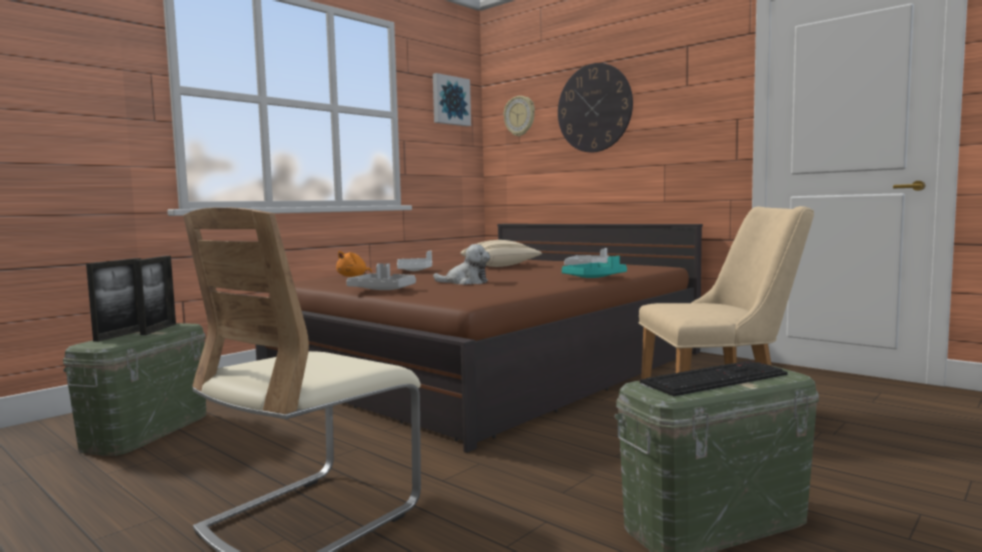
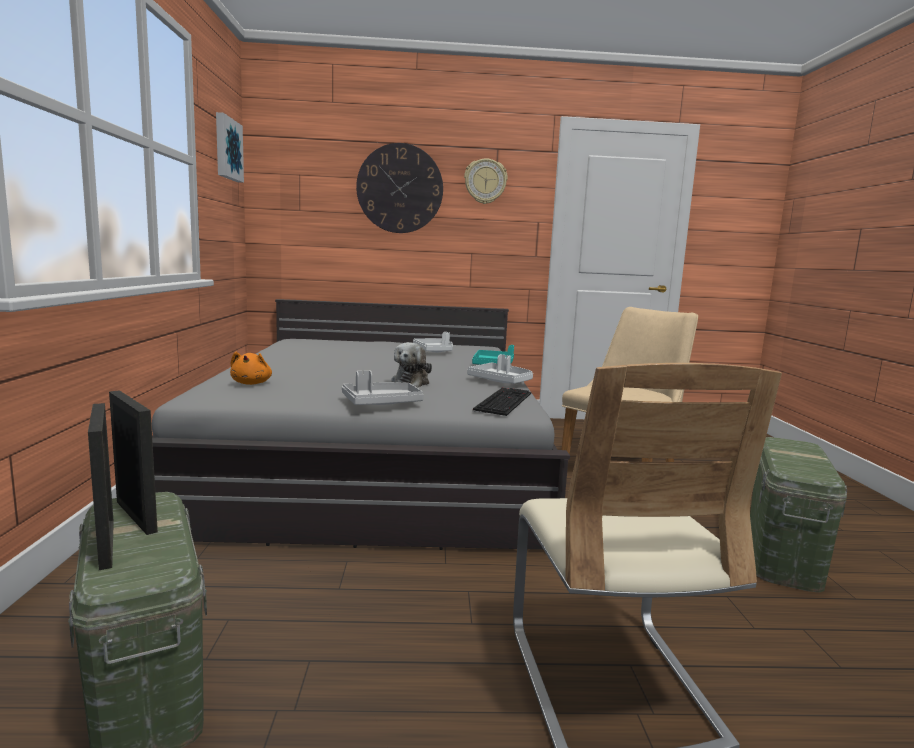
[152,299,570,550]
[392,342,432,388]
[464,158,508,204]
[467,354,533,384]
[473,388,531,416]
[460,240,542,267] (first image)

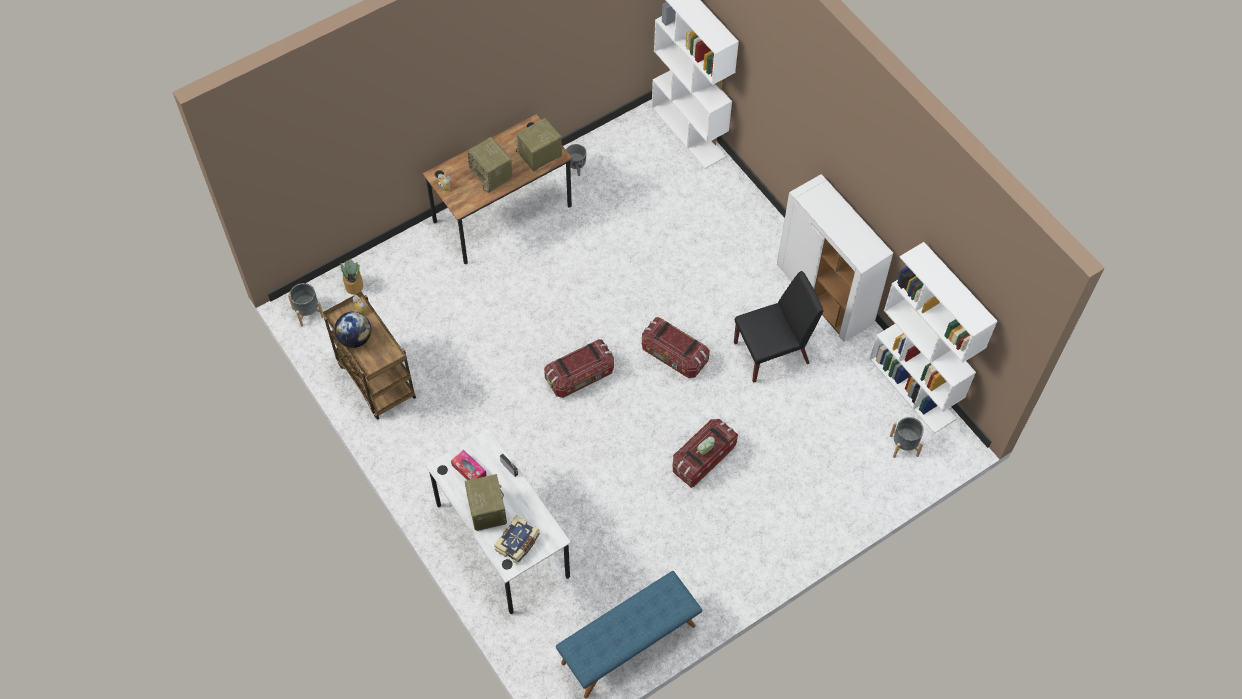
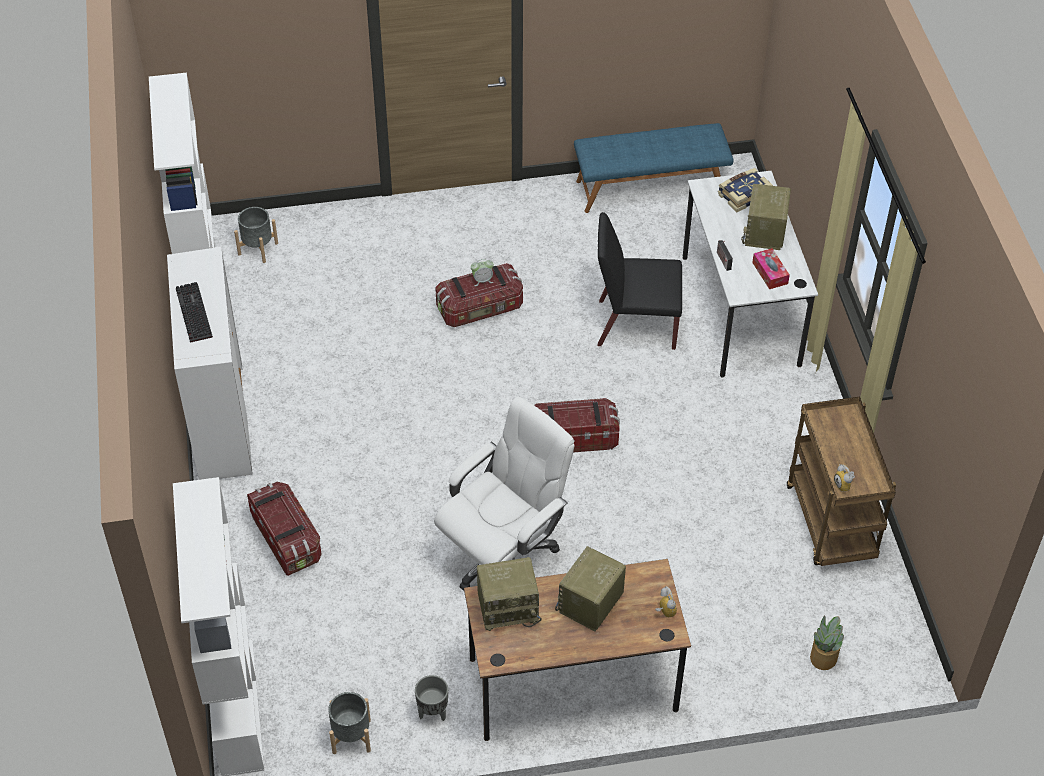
[176,282,213,343]
[247,482,322,576]
[328,692,371,754]
[434,396,575,591]
[555,546,626,631]
[598,212,682,350]
[335,312,371,348] (first image)

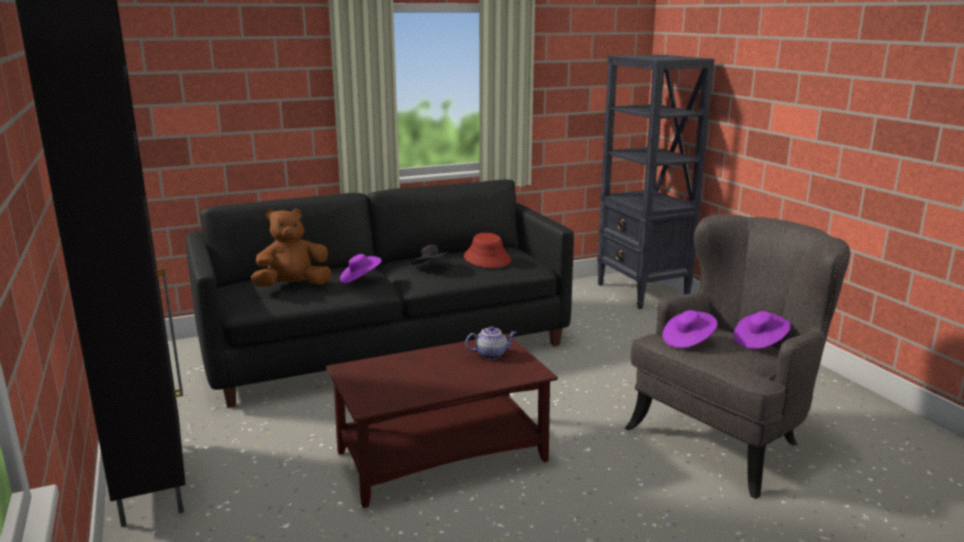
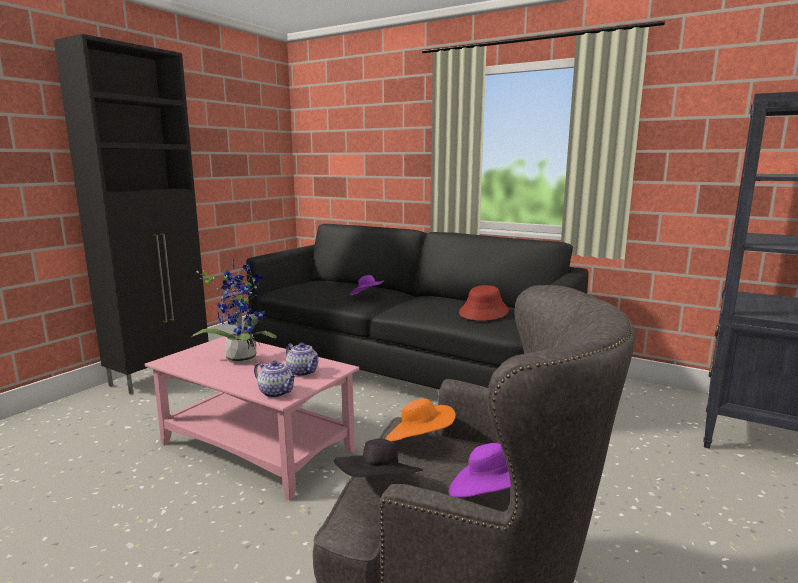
[145,336,359,501]
[190,259,277,364]
[254,361,297,398]
[334,438,423,477]
[385,398,456,441]
[251,209,332,287] (first image)

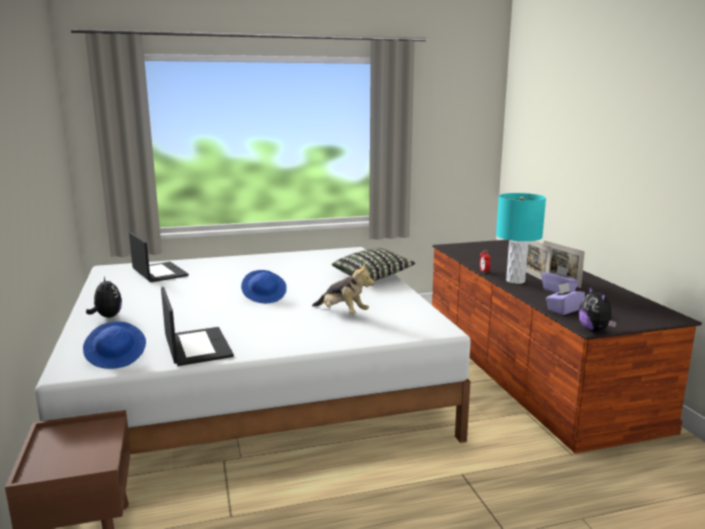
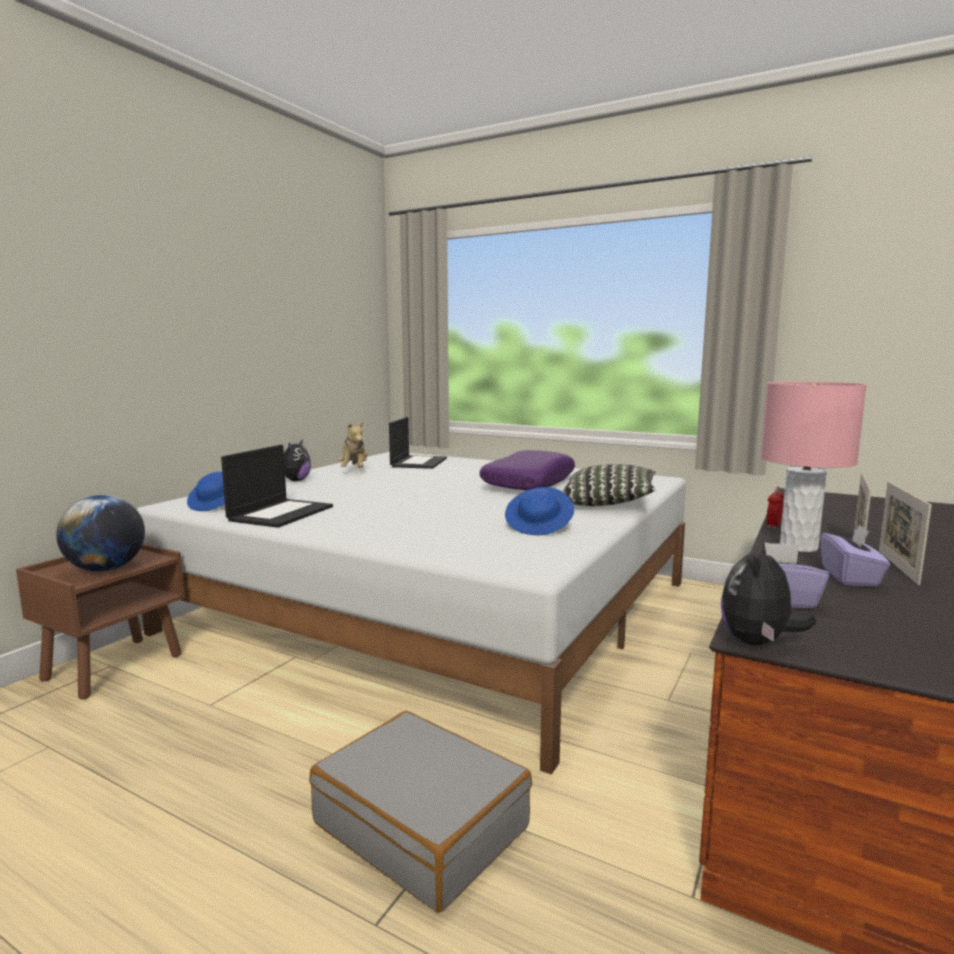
[56,495,145,572]
[309,711,532,912]
[338,421,367,468]
[479,450,575,490]
[505,487,574,535]
[761,382,867,552]

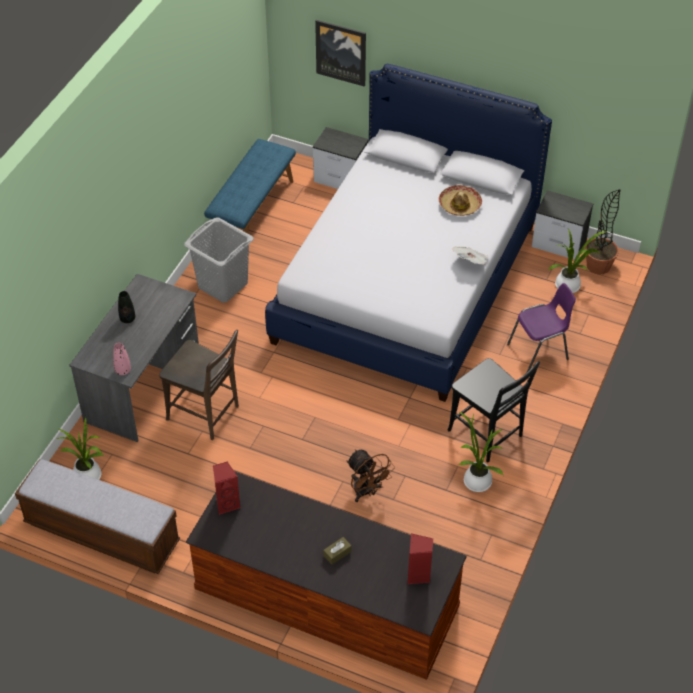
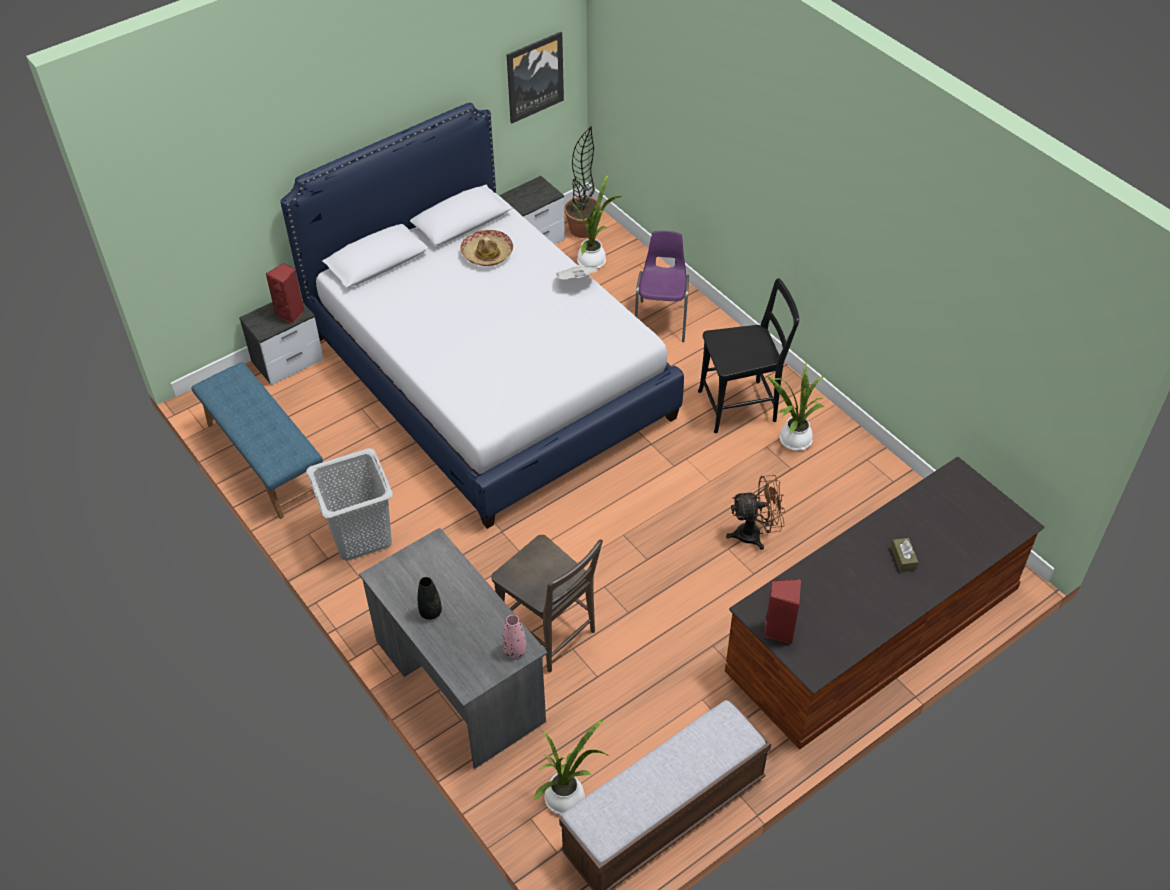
[266,263,305,324]
[491,535,603,672]
[506,32,564,123]

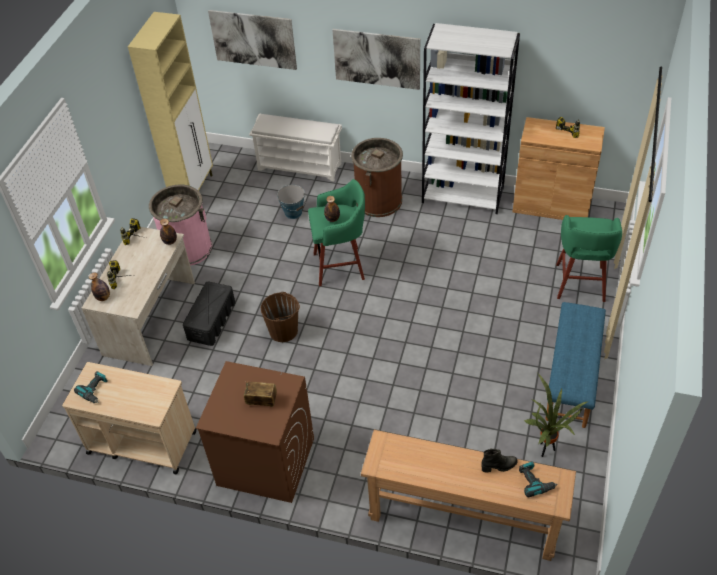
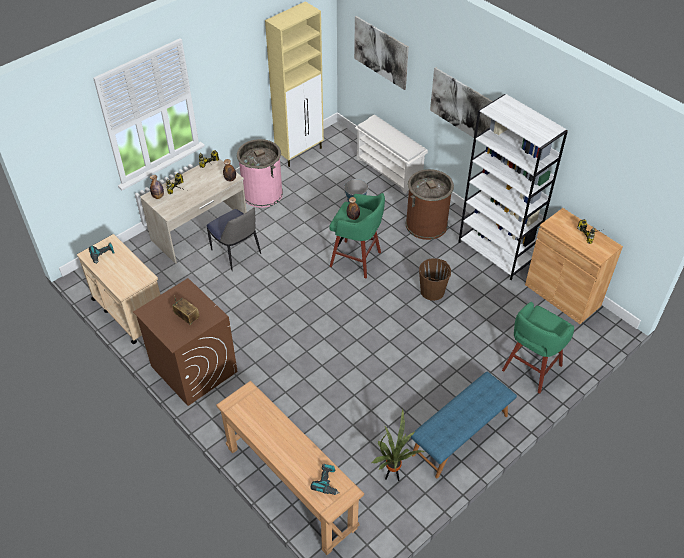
[206,207,261,271]
[419,258,451,301]
[481,449,518,473] (first image)

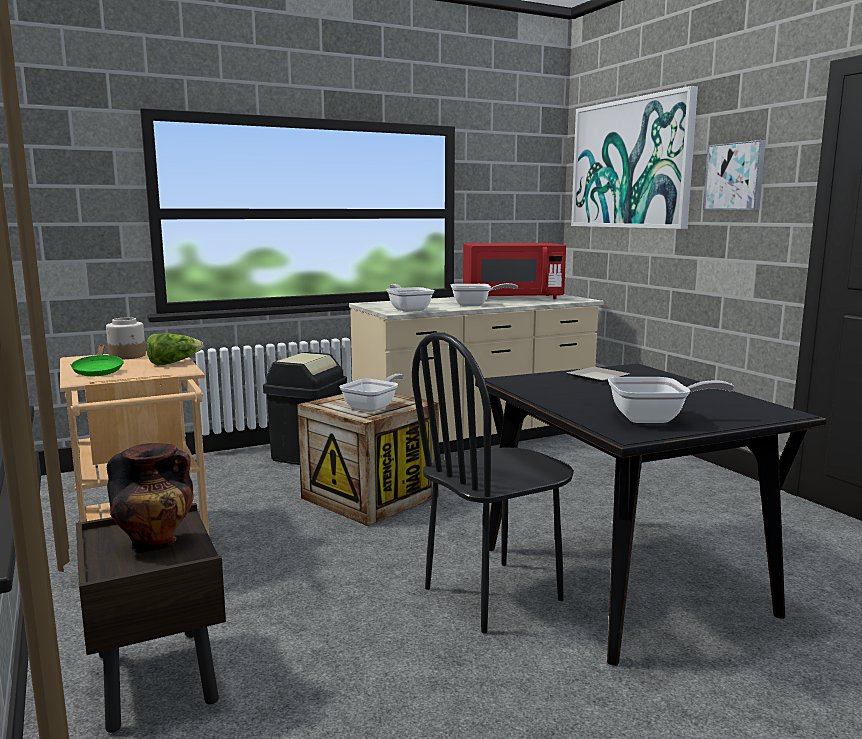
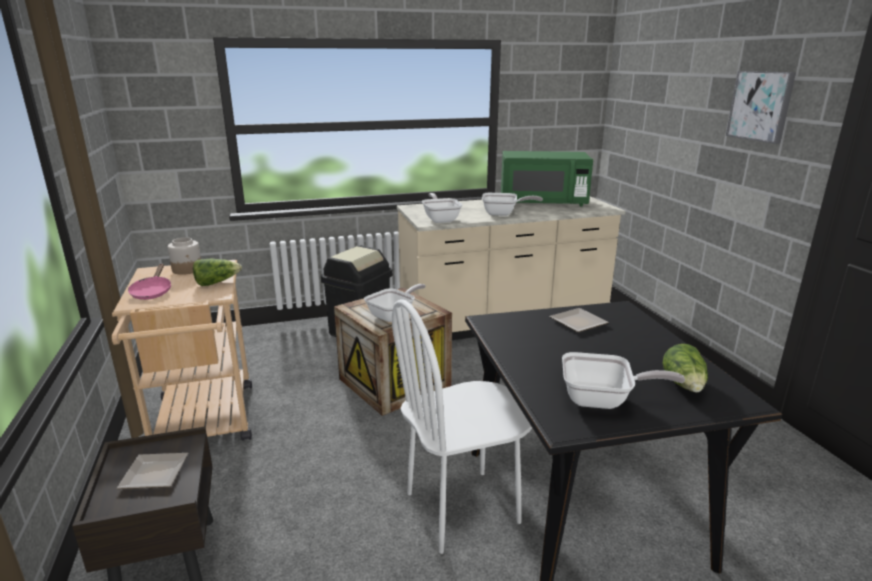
[117,453,188,489]
[128,263,171,300]
[392,299,532,554]
[501,151,593,206]
[663,344,708,392]
[571,86,698,229] (first image)

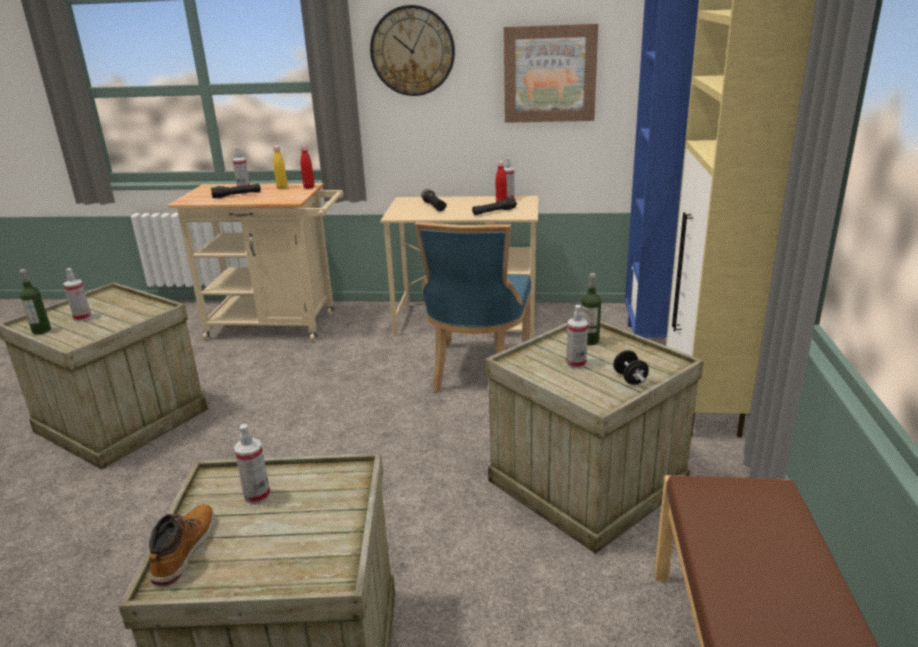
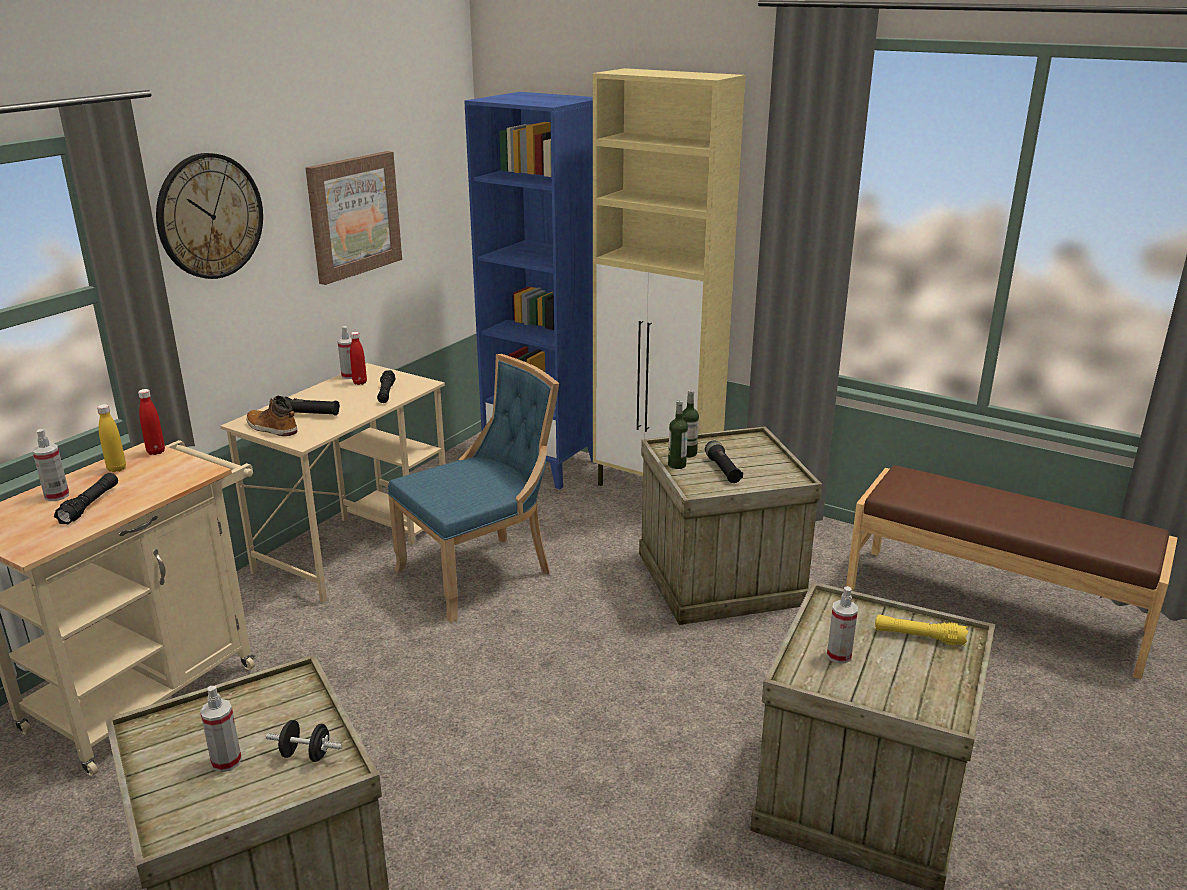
[246,396,297,436]
[266,720,342,762]
[388,354,559,622]
[668,400,688,469]
[705,440,743,483]
[875,615,968,646]

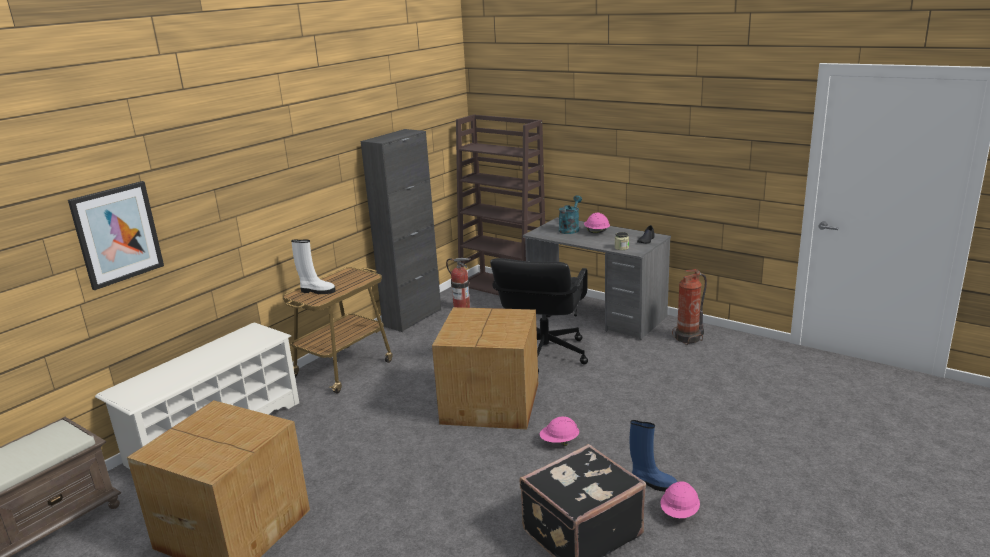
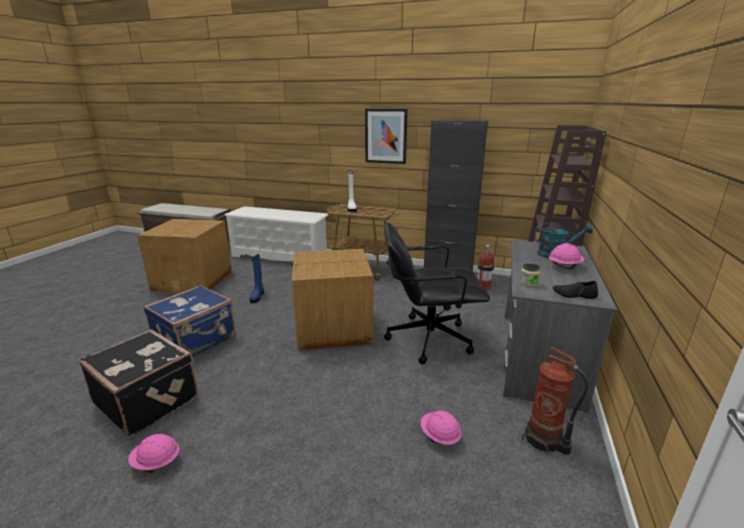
[143,285,236,357]
[249,254,264,303]
[365,109,408,164]
[421,410,461,445]

